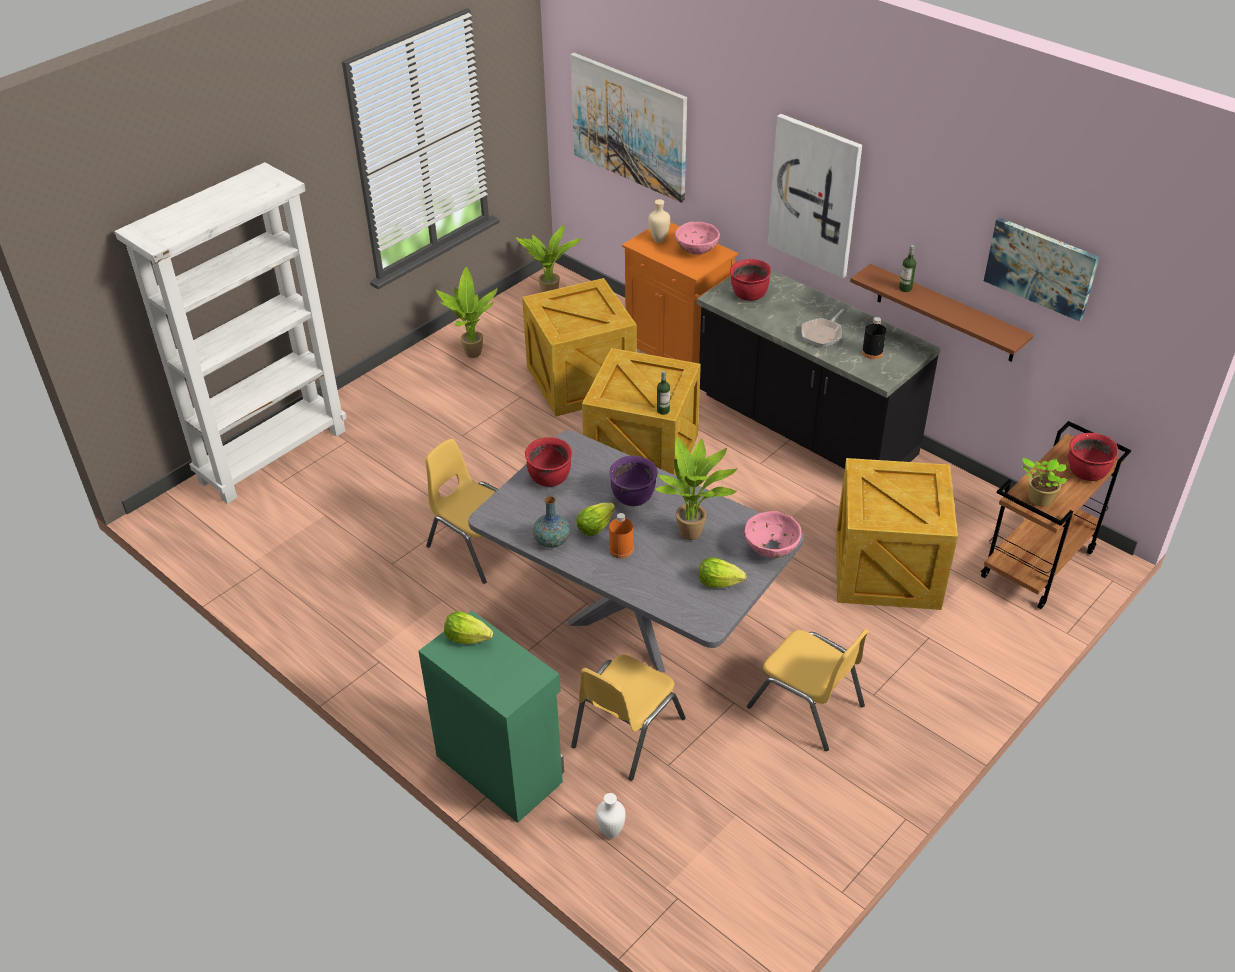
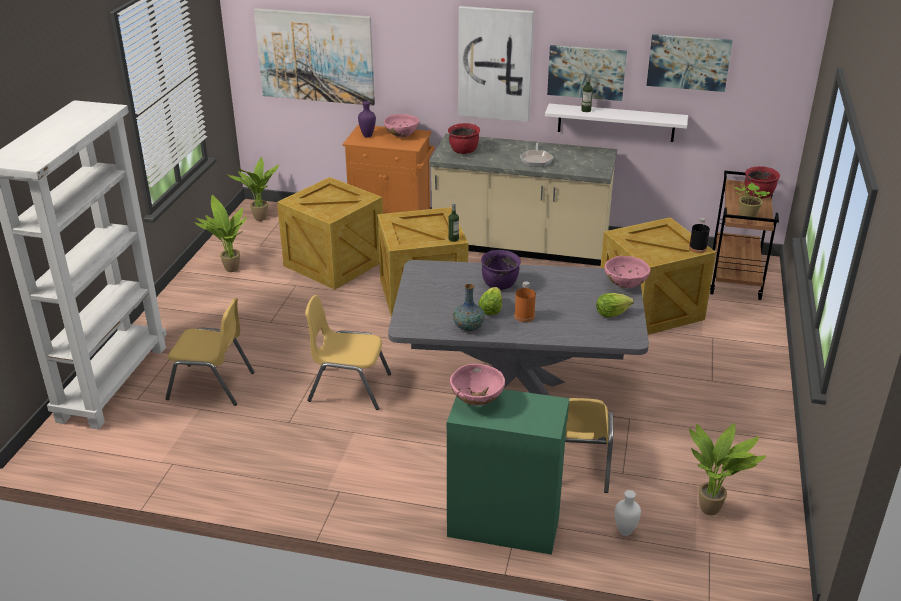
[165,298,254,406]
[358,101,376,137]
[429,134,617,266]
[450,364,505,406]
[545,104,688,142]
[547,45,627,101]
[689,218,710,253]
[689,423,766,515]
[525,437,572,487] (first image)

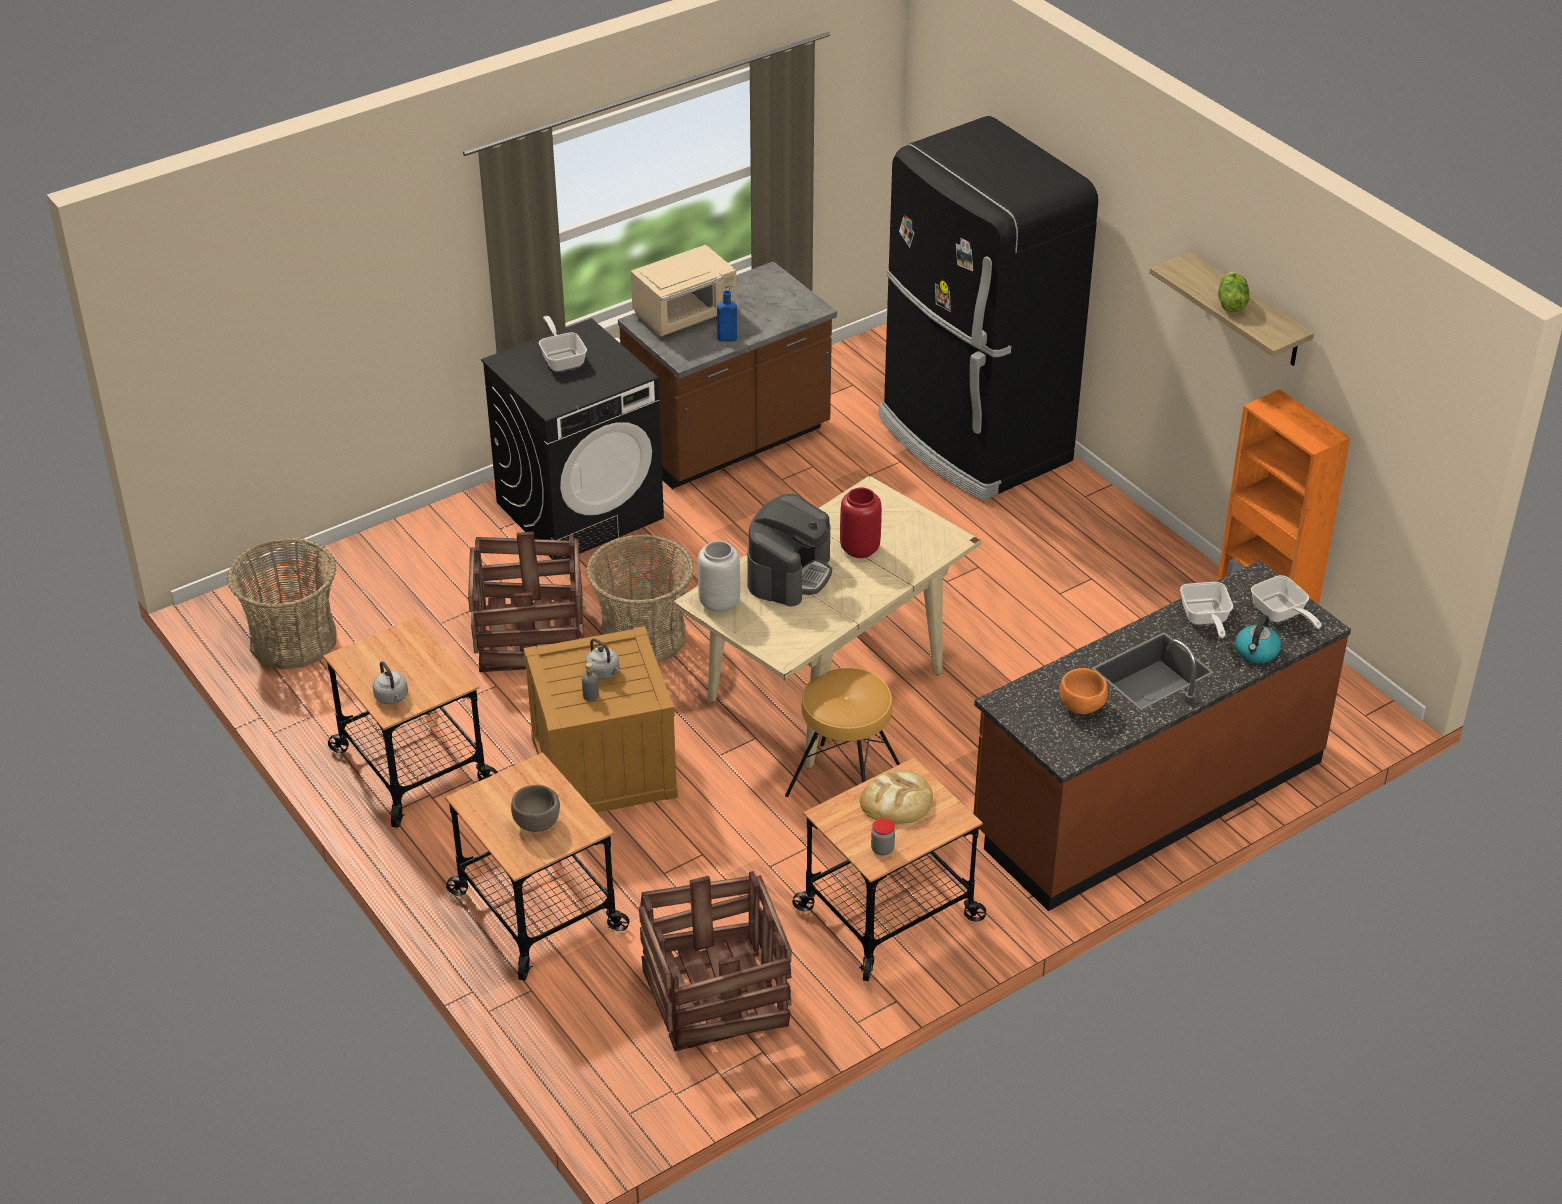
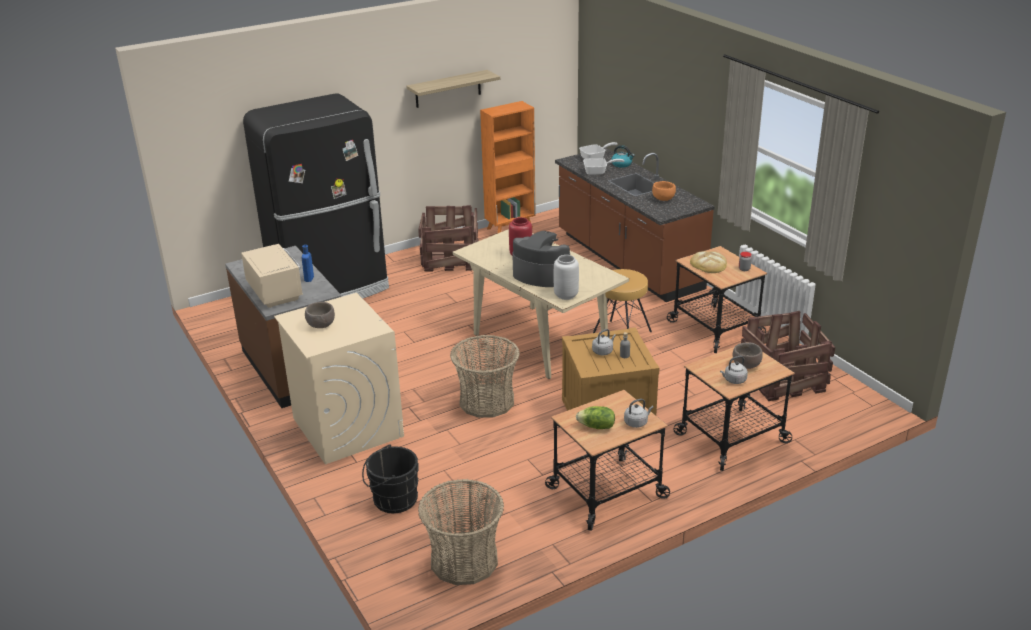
[274,293,404,465]
[305,302,335,328]
[362,444,419,513]
[418,205,478,272]
[576,406,615,429]
[720,356,748,384]

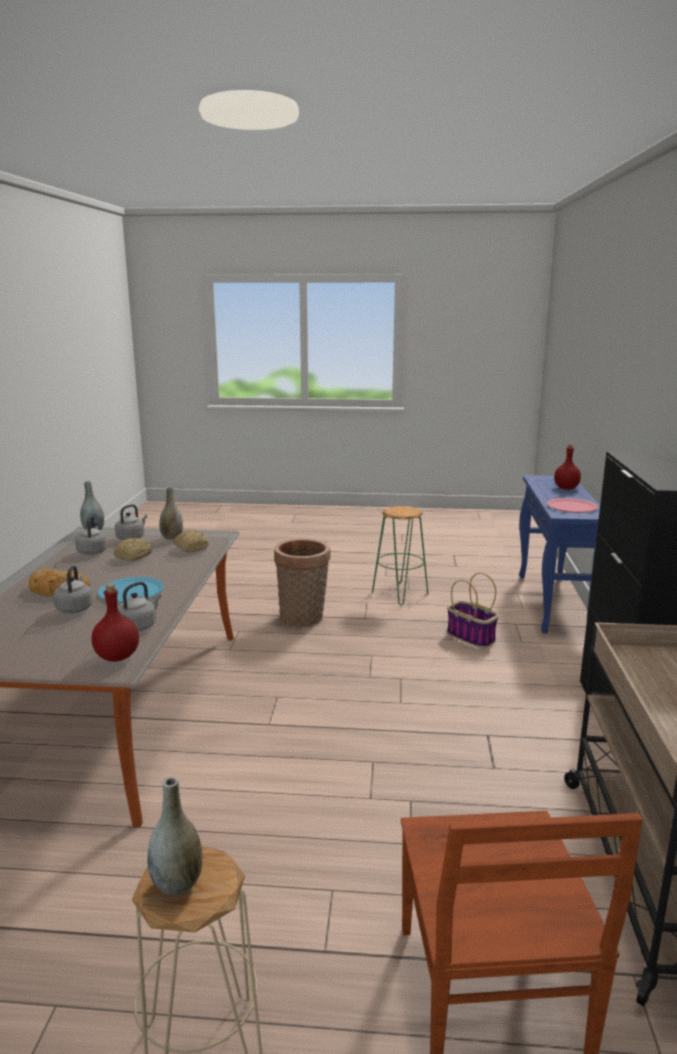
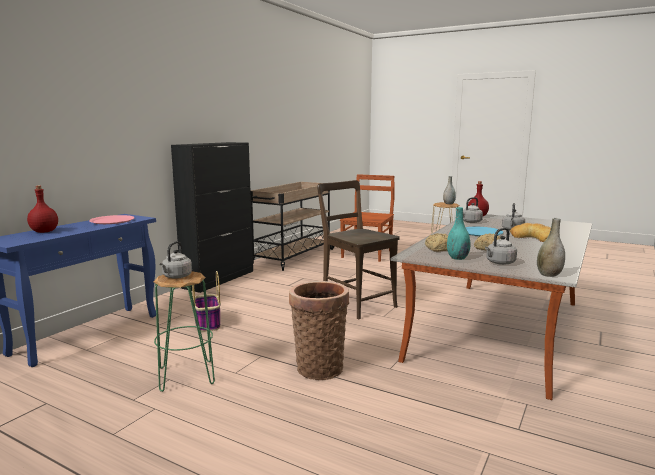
[160,241,192,279]
[317,180,400,320]
[447,207,471,260]

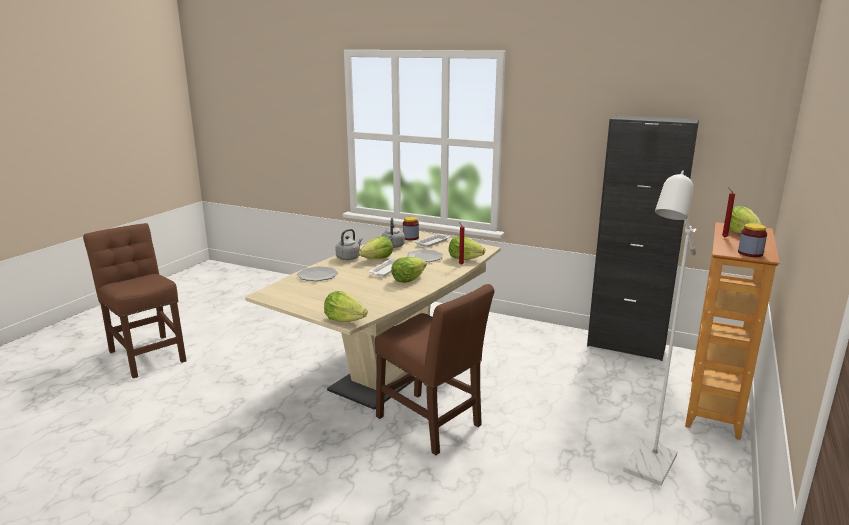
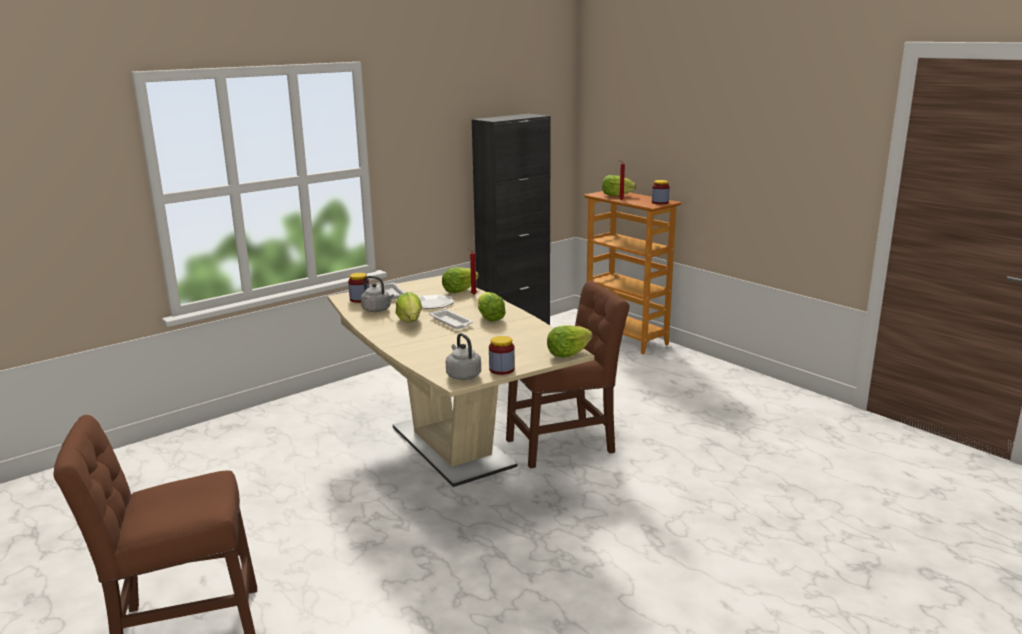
[446,333,481,380]
[489,336,515,375]
[297,266,338,281] (first image)
[623,170,696,486] (first image)

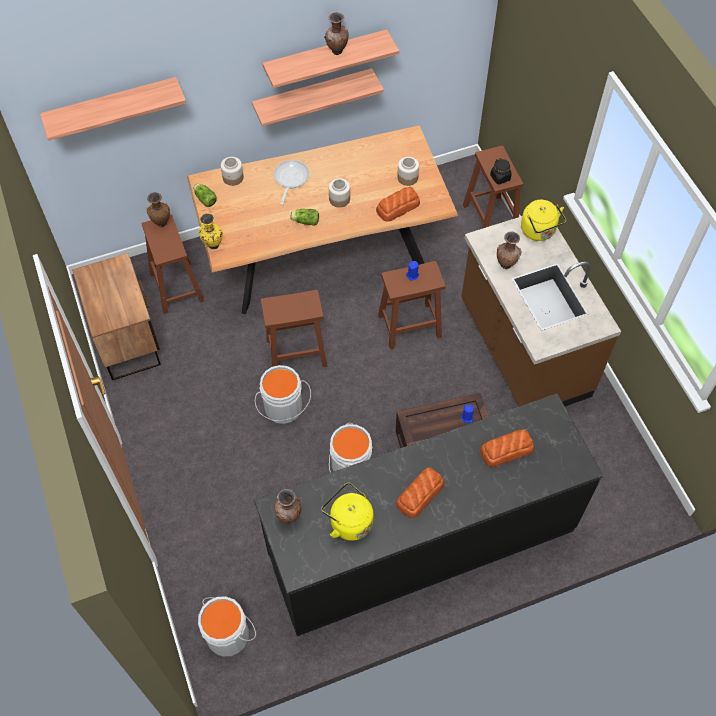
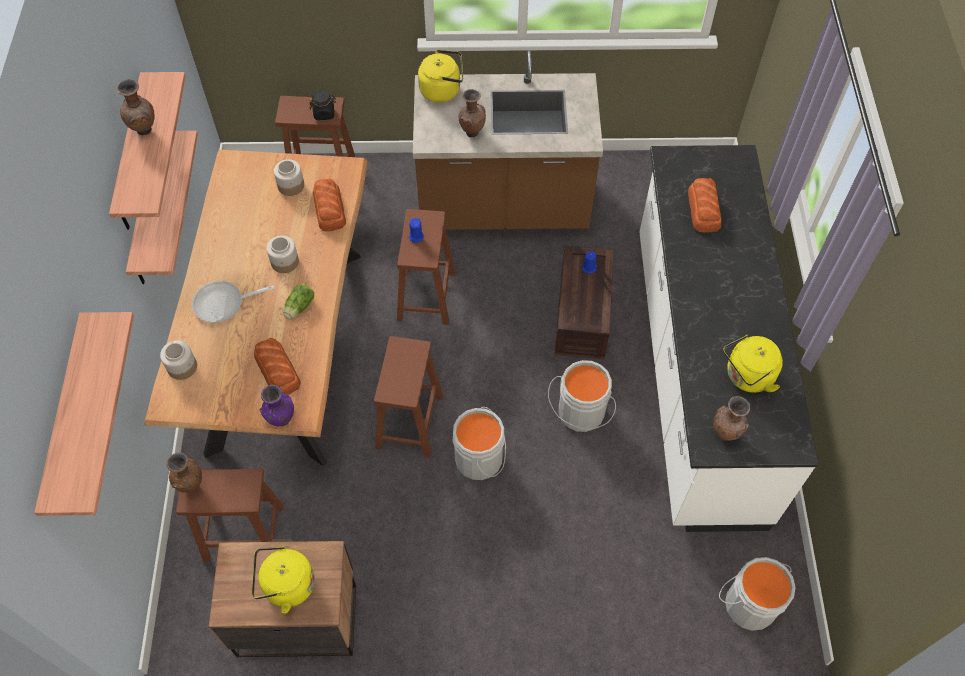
[192,281,275,323]
[252,547,315,614]
[254,338,301,395]
[260,385,294,426]
[639,145,819,532]
[194,184,217,207] (first image)

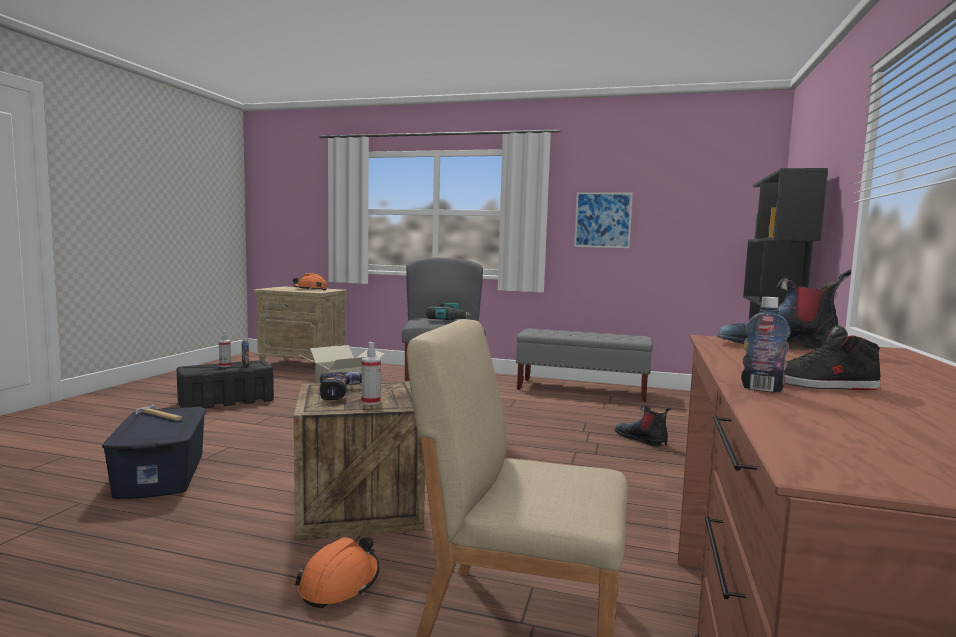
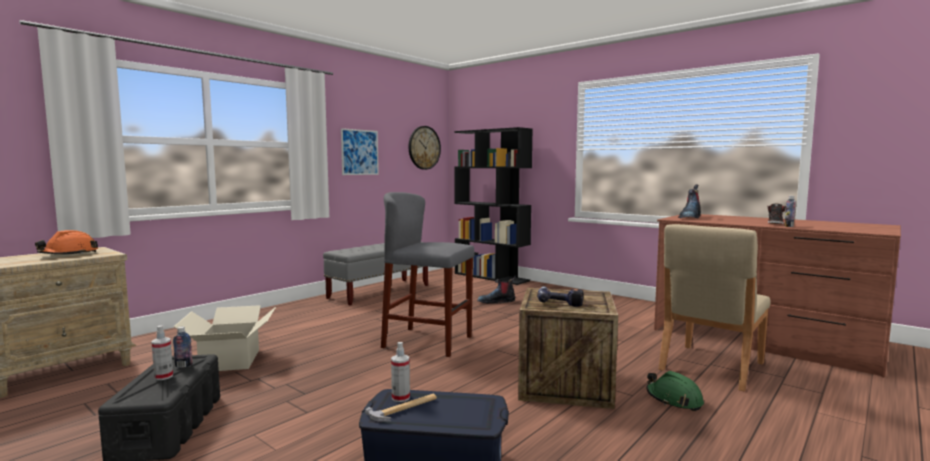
[391,342,410,402]
[409,126,441,170]
[646,371,704,411]
[426,302,471,320] (first image)

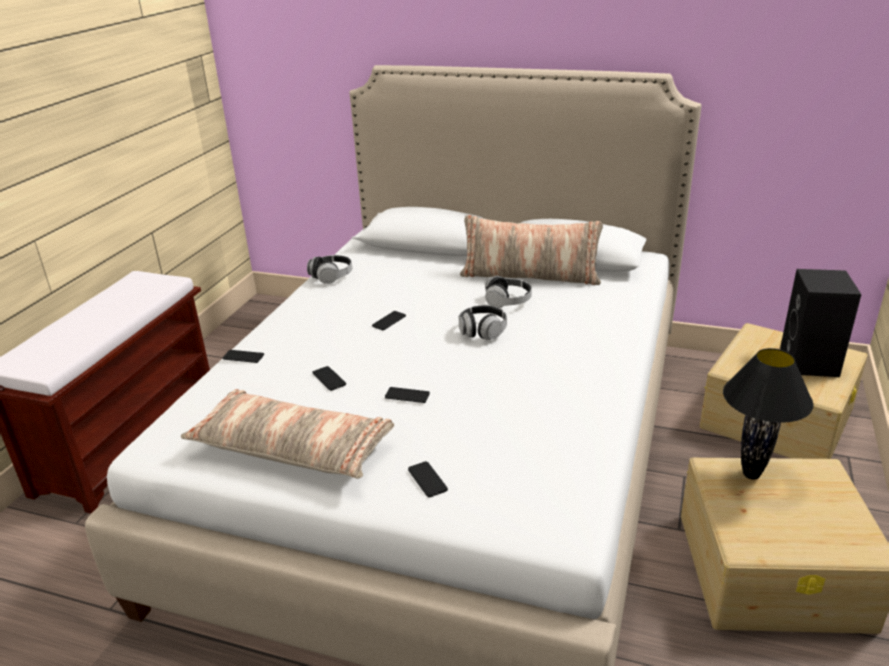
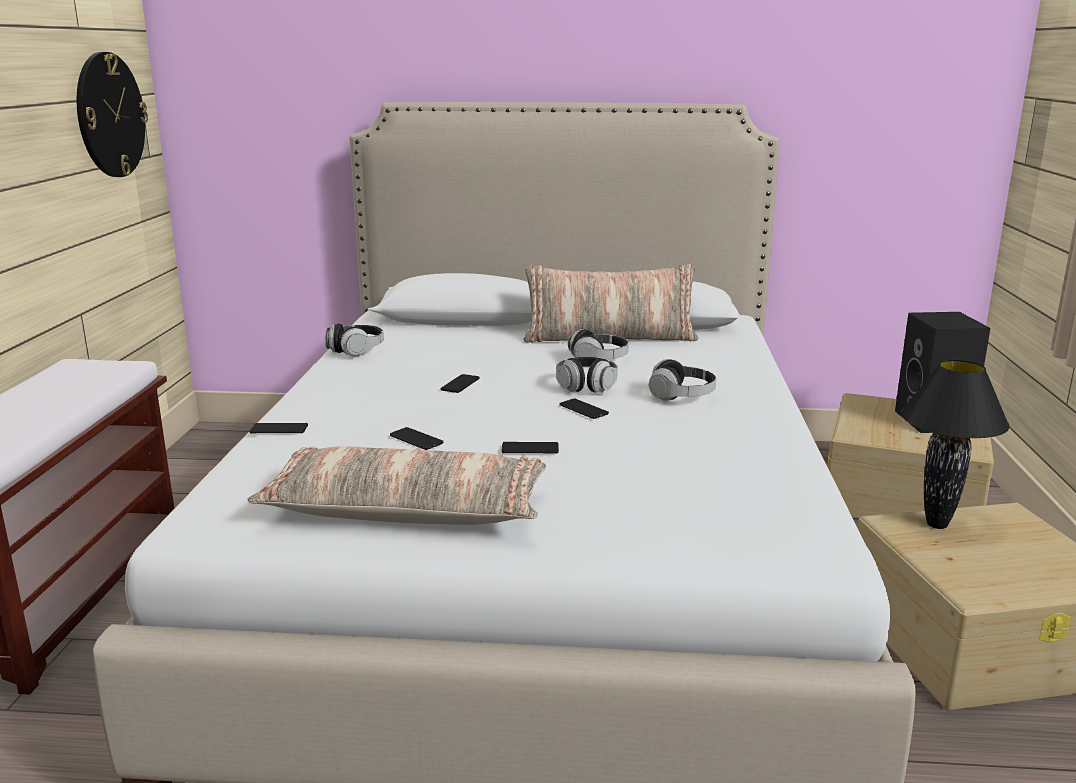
[77,52,148,177]
[560,398,609,419]
[648,359,716,401]

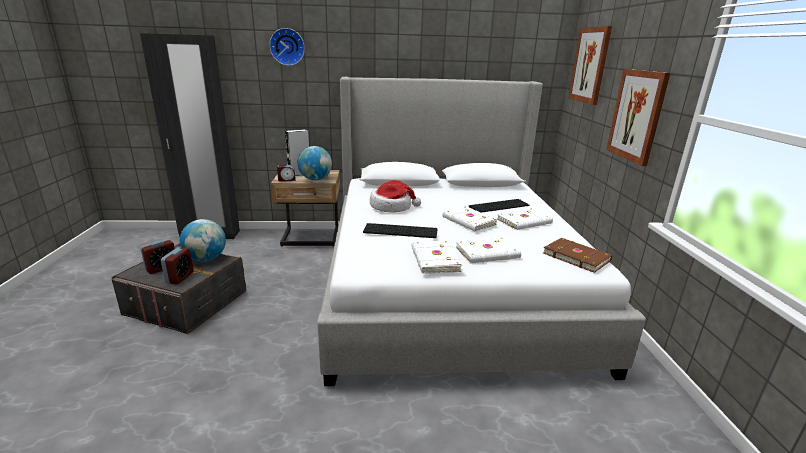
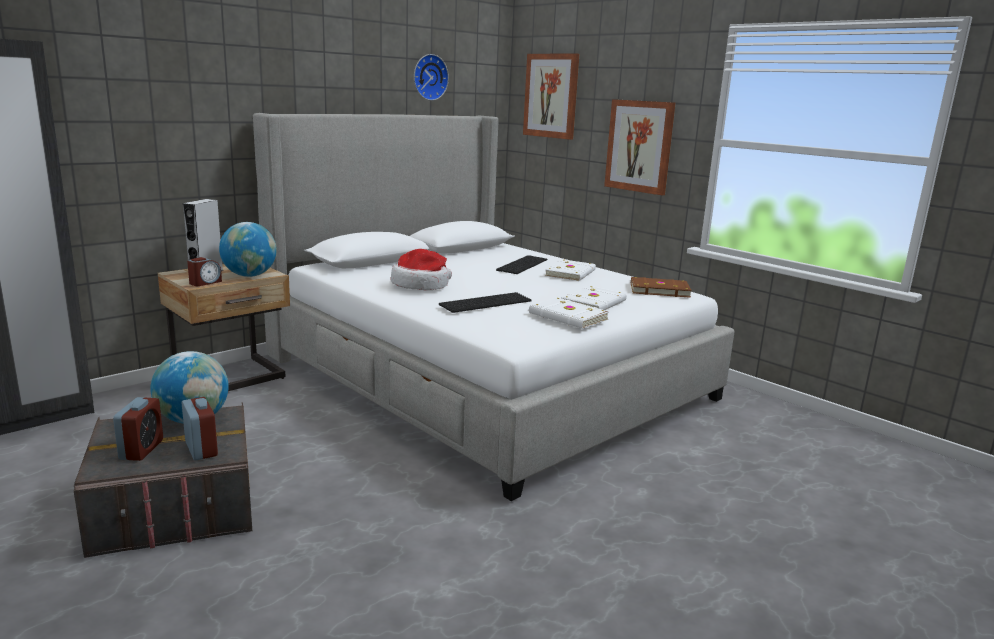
[414,54,449,101]
[442,206,498,232] (first image)

